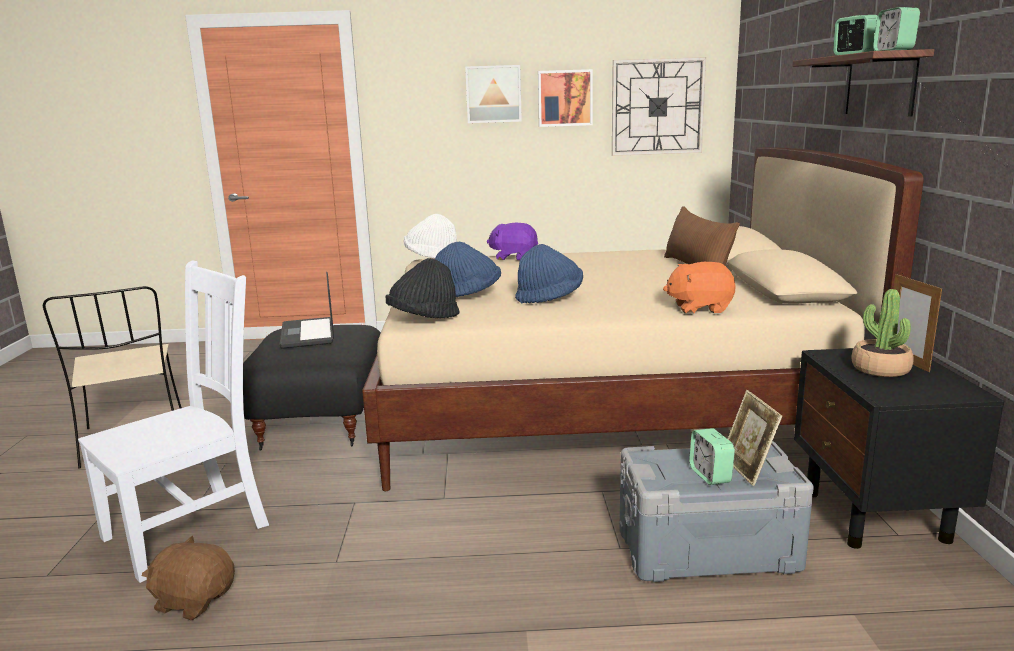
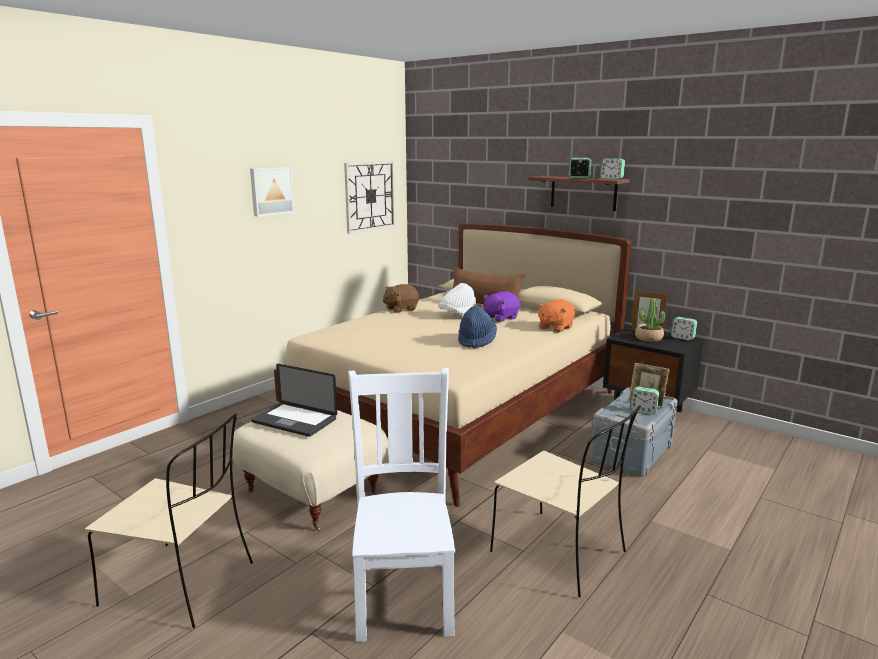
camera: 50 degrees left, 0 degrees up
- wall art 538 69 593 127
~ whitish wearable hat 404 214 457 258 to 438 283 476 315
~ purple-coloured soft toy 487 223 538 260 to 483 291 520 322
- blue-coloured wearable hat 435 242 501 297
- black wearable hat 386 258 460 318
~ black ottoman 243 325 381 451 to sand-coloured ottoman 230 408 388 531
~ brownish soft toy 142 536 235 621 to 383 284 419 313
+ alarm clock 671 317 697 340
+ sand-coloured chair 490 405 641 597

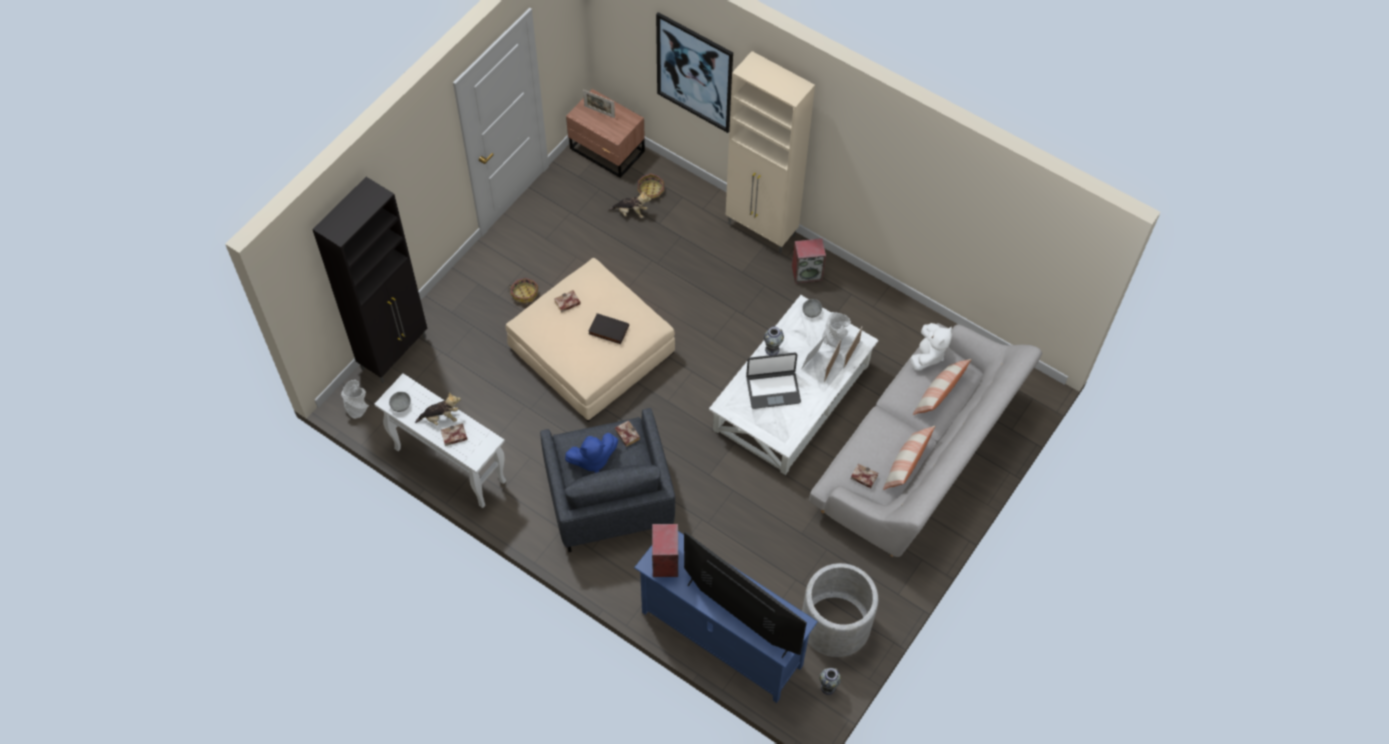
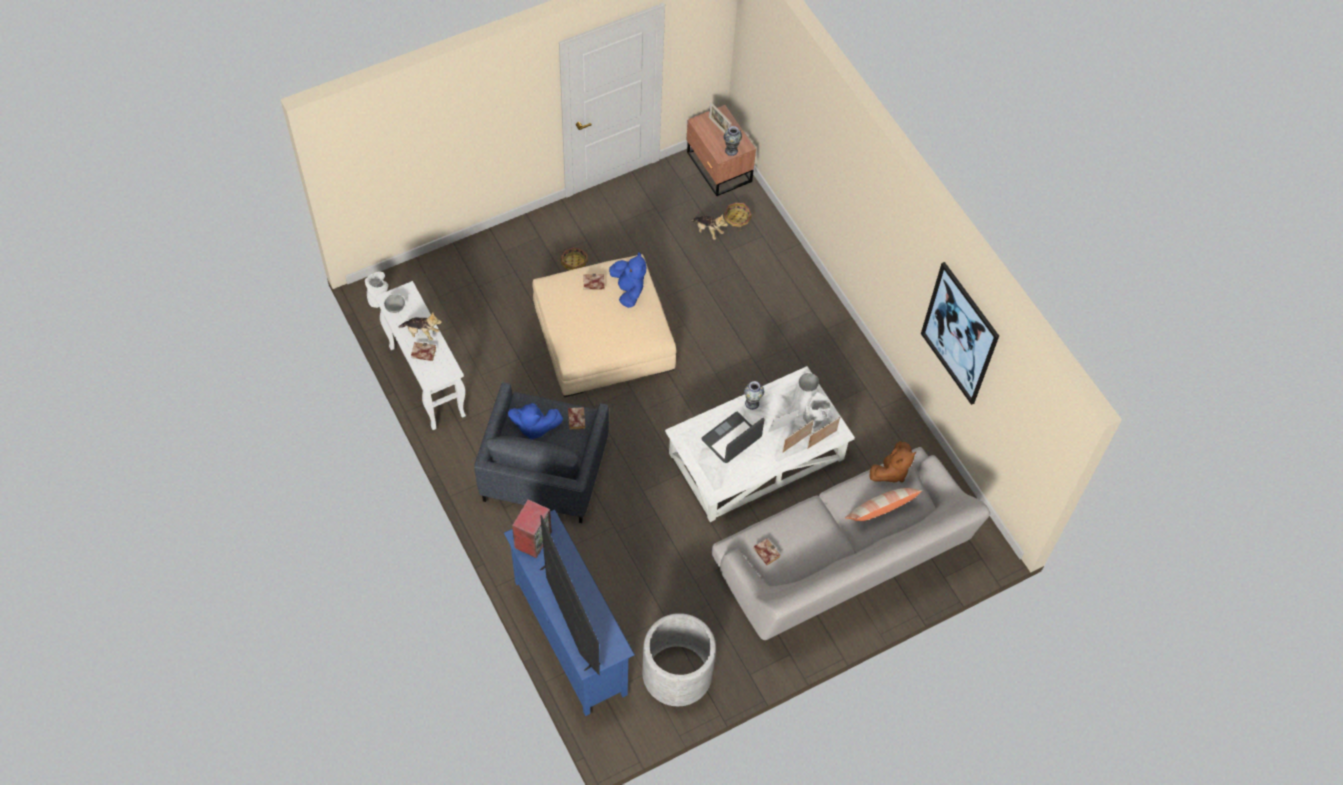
camera: 25 degrees right, 0 degrees up
~ wall art 656 12 733 133 to 921 262 999 405
- sand-coloured cupboard 726 51 815 254
- black cupboard 312 177 427 383
- loudspeaker 792 238 826 284
- black volume 589 313 629 344
~ whitish soft toy 910 323 952 371 to brownish soft toy 870 441 916 482
~ laptop 746 353 801 409 = 701 412 765 463 120 degrees clockwise
- pillow 883 426 935 490
~ decorative vase 819 668 841 695 to 723 126 742 156
+ blue-coloured soft toy 609 252 646 308

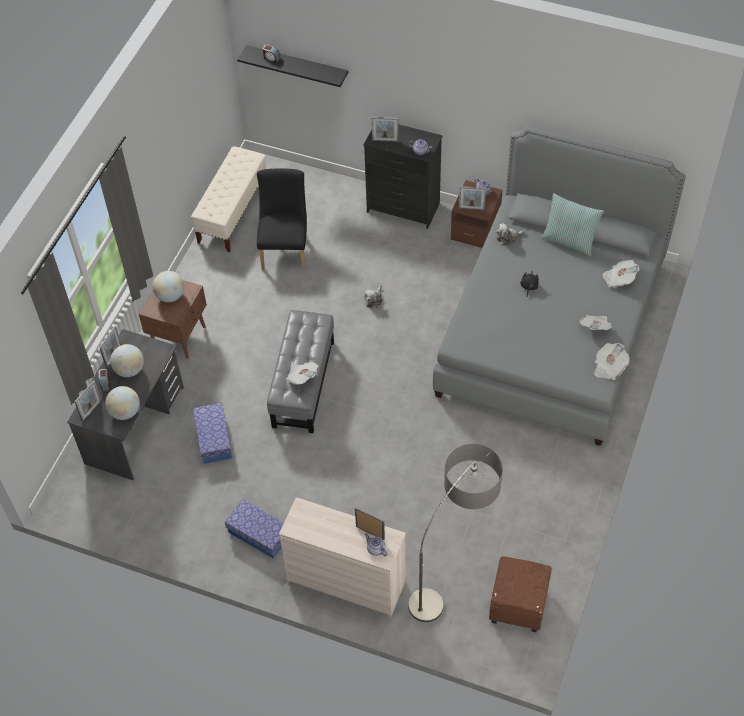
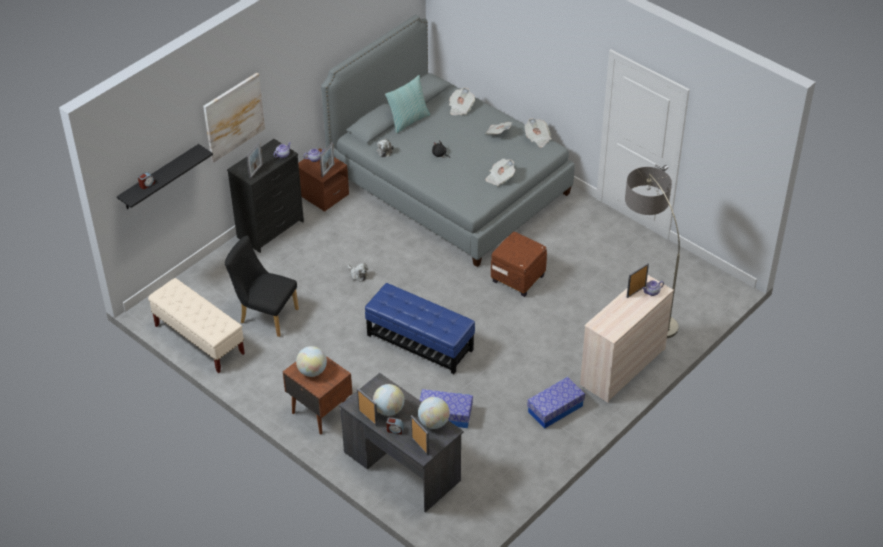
camera: 70 degrees left, 10 degrees down
~ grey ottoman 267 310 334 433 to blue-coloured ottoman 365 283 475 374
~ newspaper 286 362 319 385 to 486 159 515 186
~ brownish ottoman 489 556 552 632 to 491 232 547 297
+ wall art 203 73 265 163

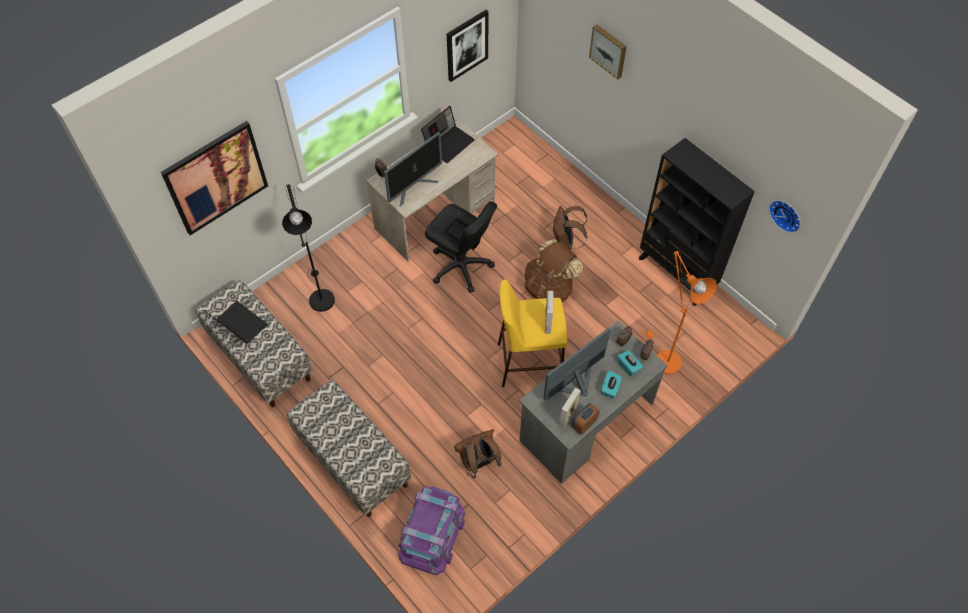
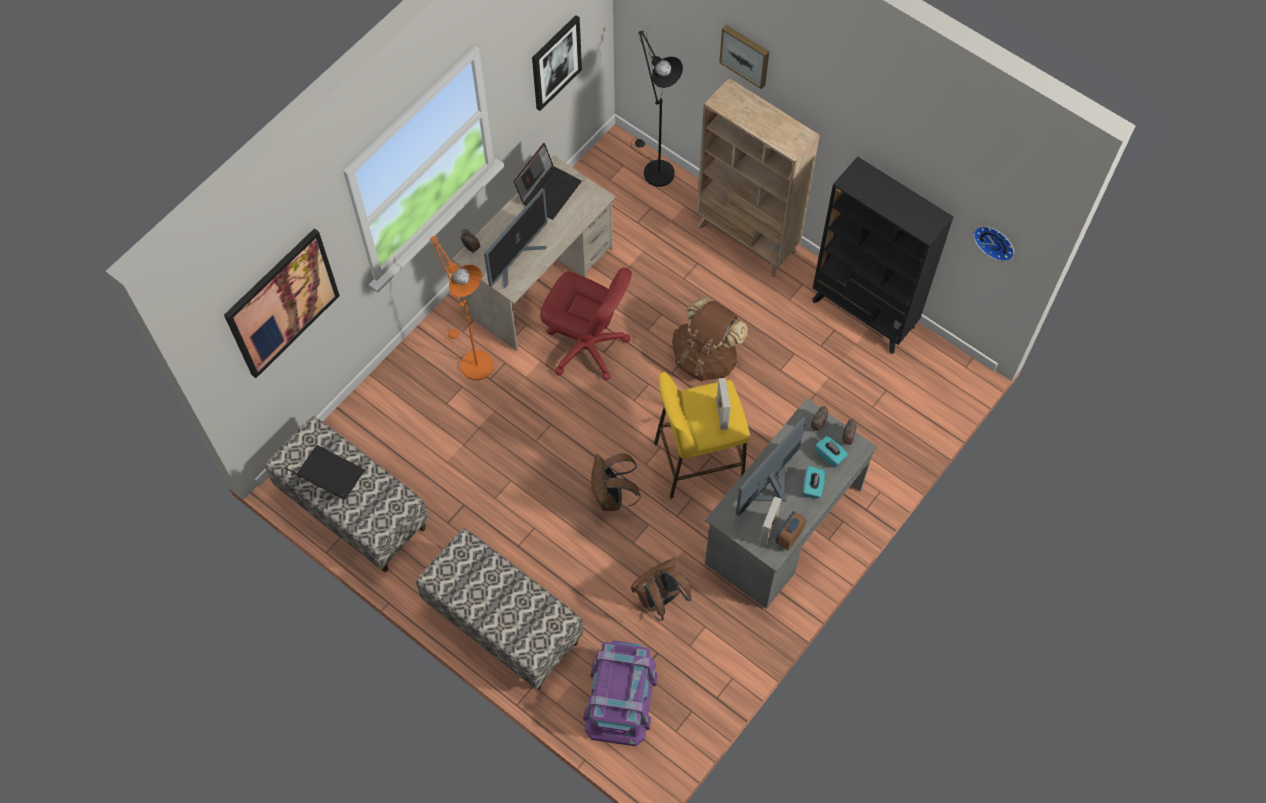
camera: 10 degrees left, 5 degrees up
~ black floor lamp 282 184 335 312 to 631 30 683 187
~ black office chair 425 201 497 293 to red-coloured office chair 540 267 632 380
~ brownish backpack 552 206 587 250 to 591 453 641 511
~ orangey floor lamp 642 251 717 374 to 430 236 493 380
+ sand-coloured bookshelf 697 78 820 277

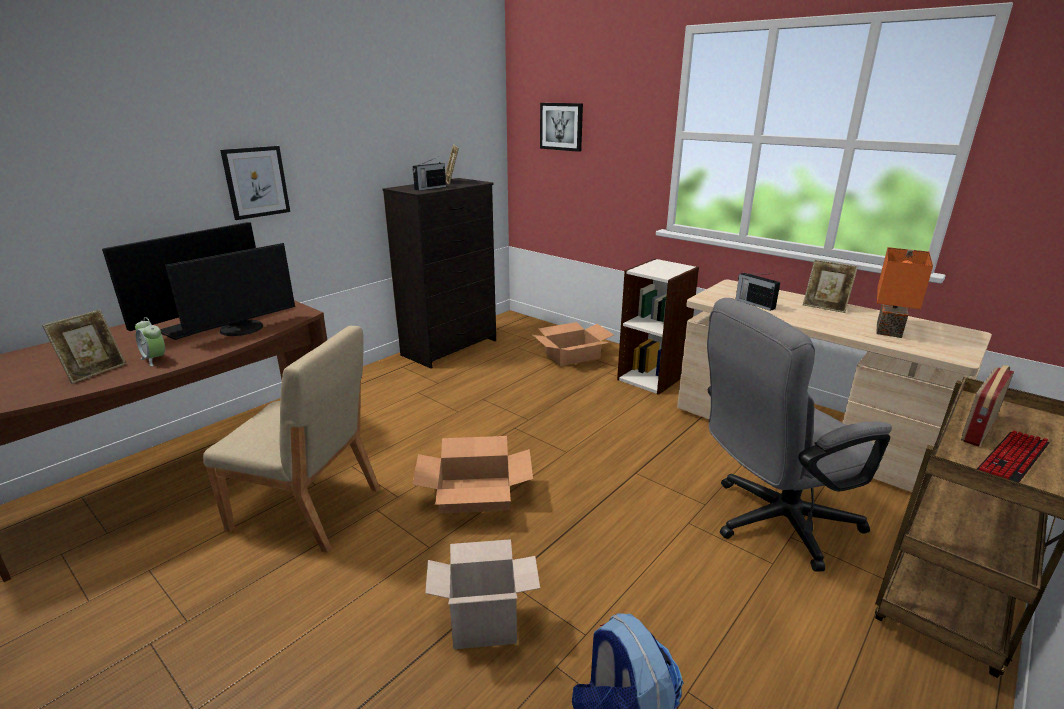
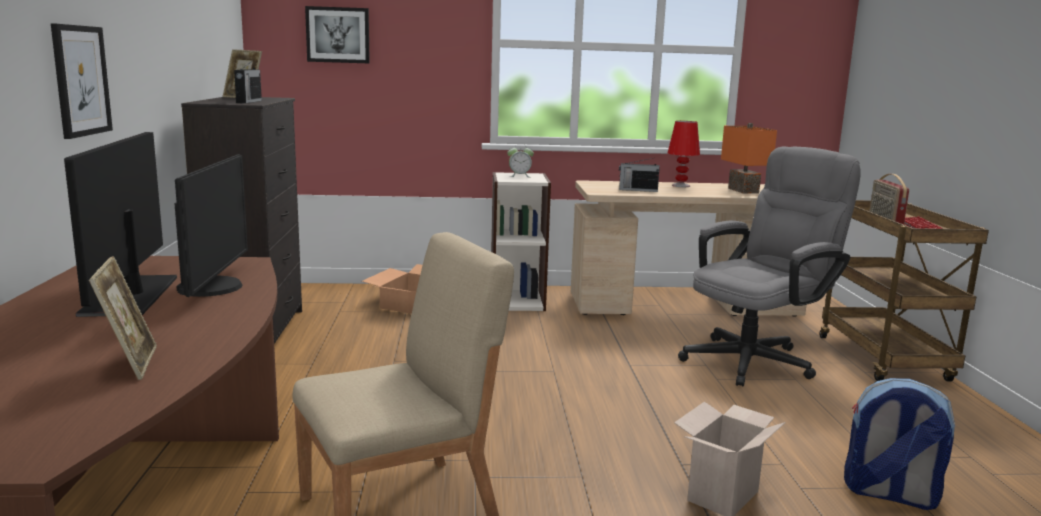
camera: 45 degrees left, 10 degrees down
~ picture frame 803 260 858 313 to red-coloured table lamp 668 121 700 187
~ grey office chair 707 298 892 572 = 678 147 861 386 150 degrees counterclockwise
~ alarm clock 135 317 165 366 to 507 148 534 177
- packing box 412 436 533 514

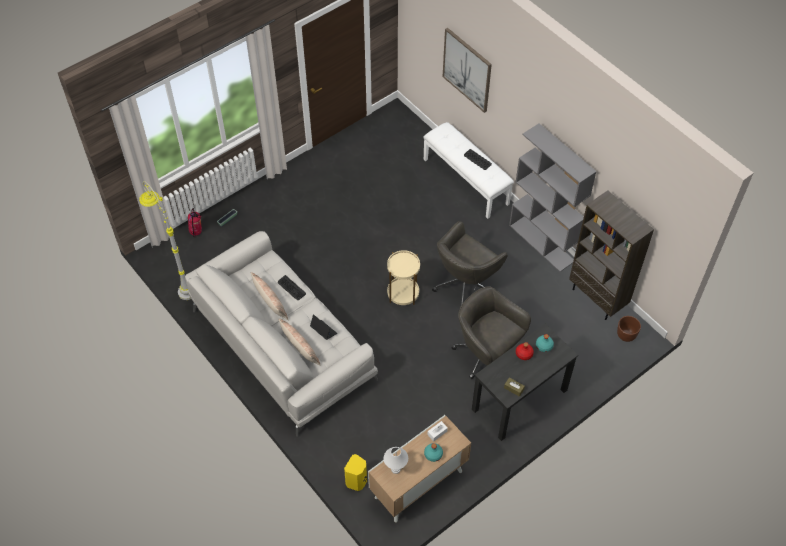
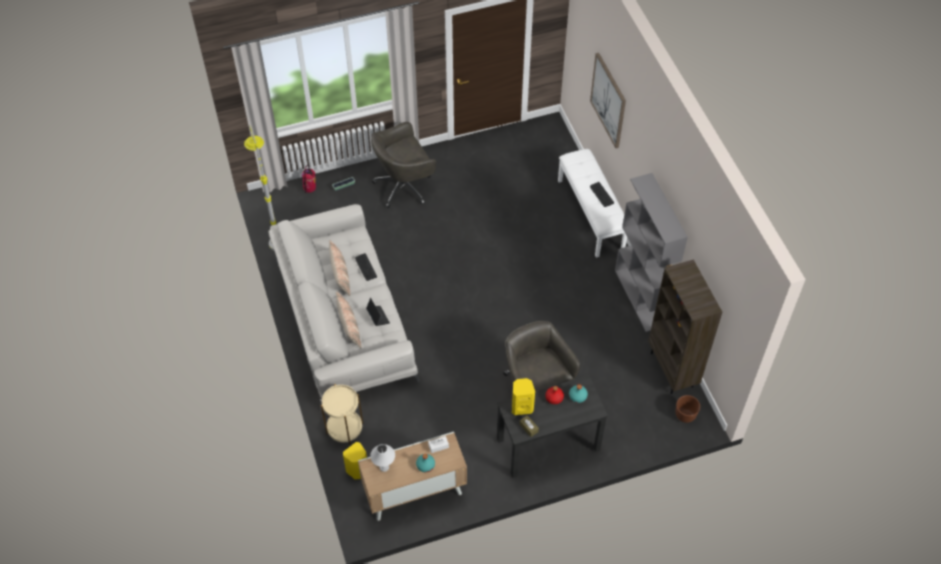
camera: 20 degrees right, 0 degrees up
~ grey office chair 432 221 508 309 to 371 122 436 208
~ sand-coloured accent table 387 250 420 305 to 321 384 363 445
+ yellow-coloured loudspeaker 512 378 535 415

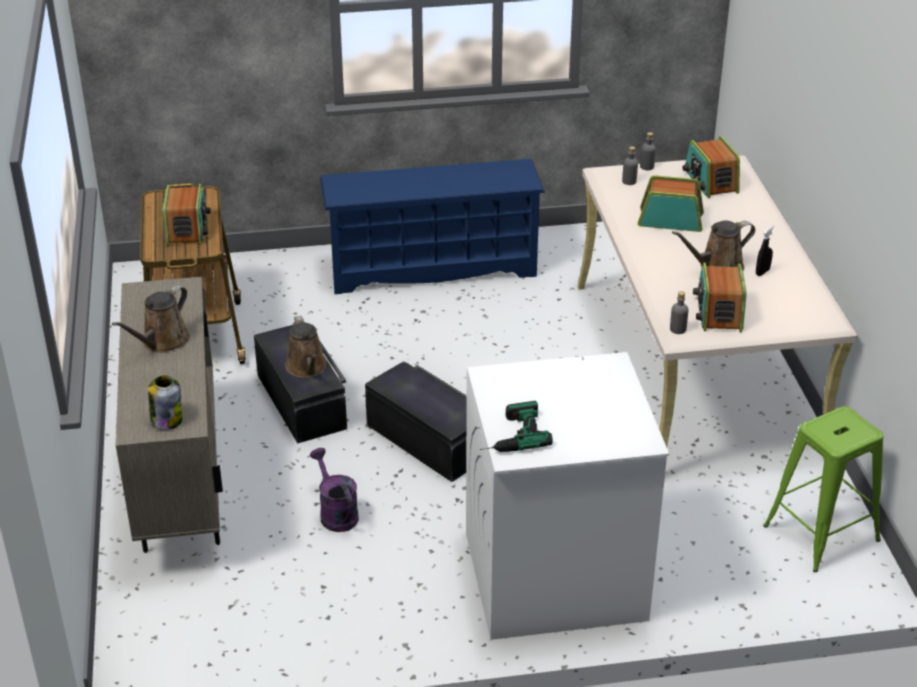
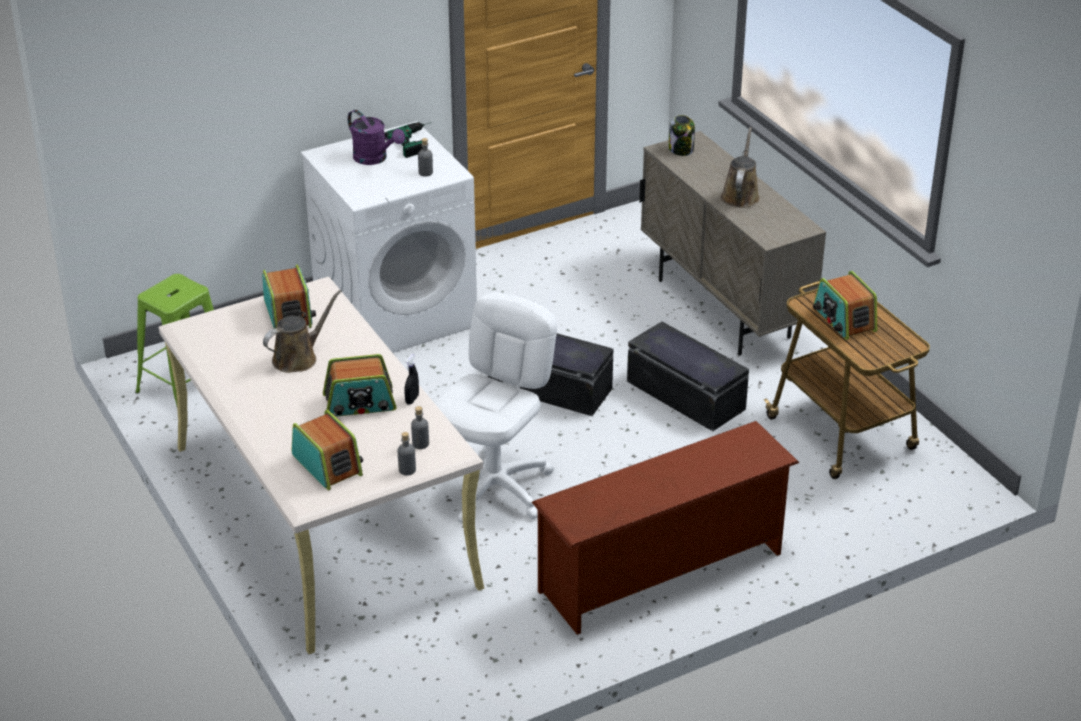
camera: 160 degrees right, 0 degrees up
~ blue-coloured shoe stand 320 159 545 294 to brownish shoe stand 532 421 799 635
~ black sprayer 756 225 774 276 to 404 354 419 405
~ grey drink bottle 670 291 688 334 to 418 138 433 177
- brownish watering can 285 315 327 378
~ purple-coloured watering can 310 448 359 532 to 348 110 405 165
+ whitish office chair 434 292 557 523

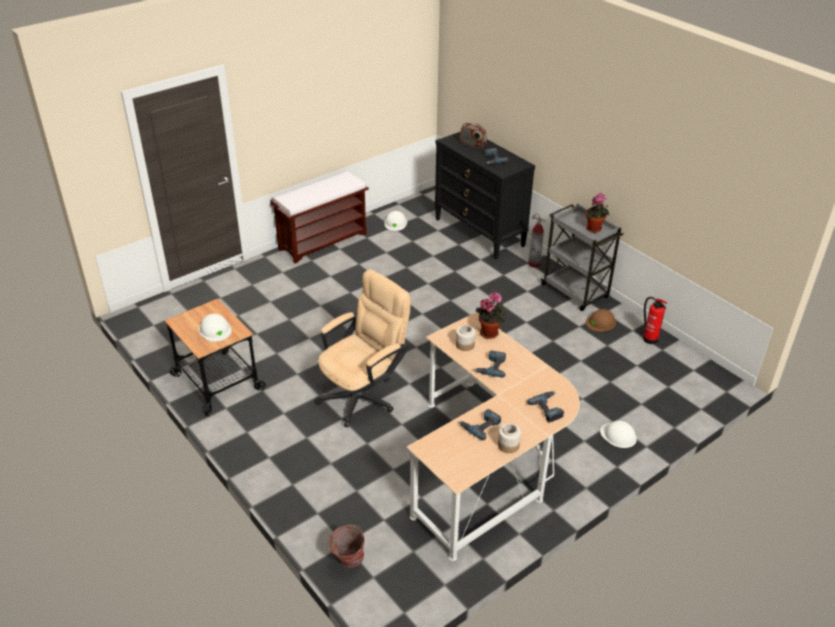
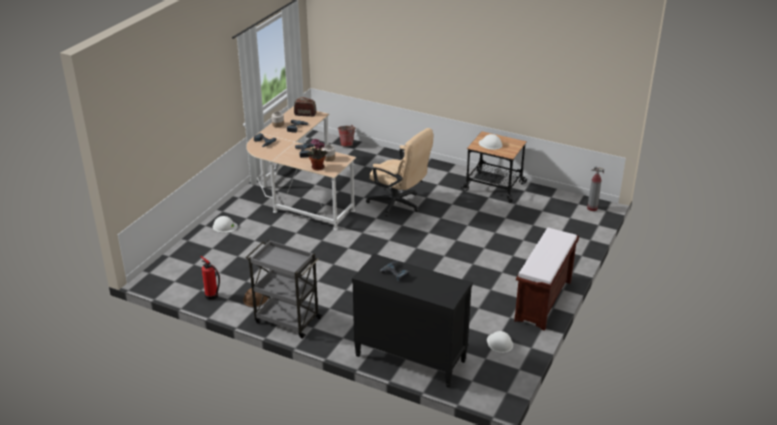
camera: 155 degrees right, 5 degrees down
~ radio 459 123 487 149 to 294 97 317 117
- potted plant 586 193 609 233
~ fire extinguisher 528 212 546 268 to 587 167 604 211
~ sand-coloured office chair 316 269 411 427 = 366 128 434 217 75 degrees counterclockwise

